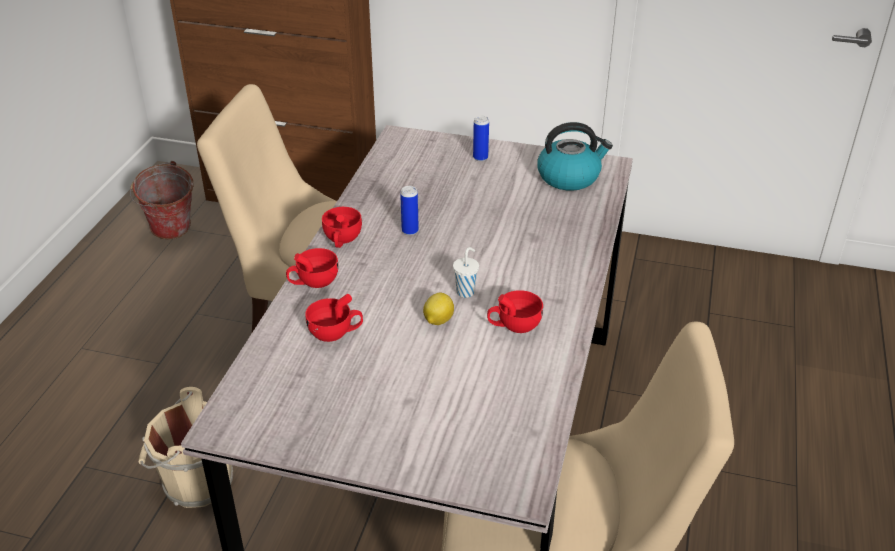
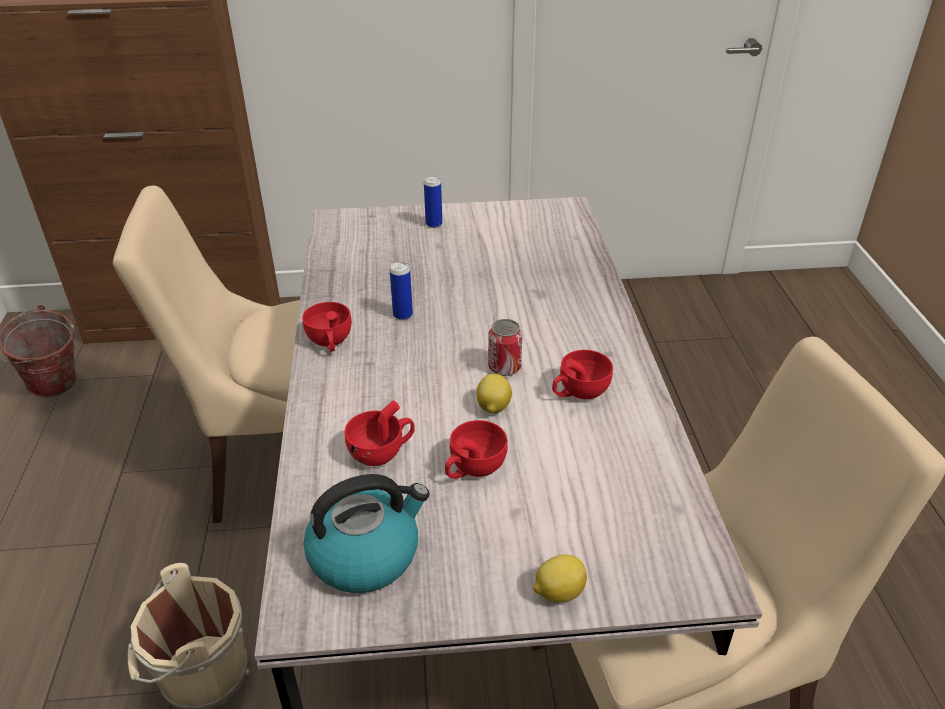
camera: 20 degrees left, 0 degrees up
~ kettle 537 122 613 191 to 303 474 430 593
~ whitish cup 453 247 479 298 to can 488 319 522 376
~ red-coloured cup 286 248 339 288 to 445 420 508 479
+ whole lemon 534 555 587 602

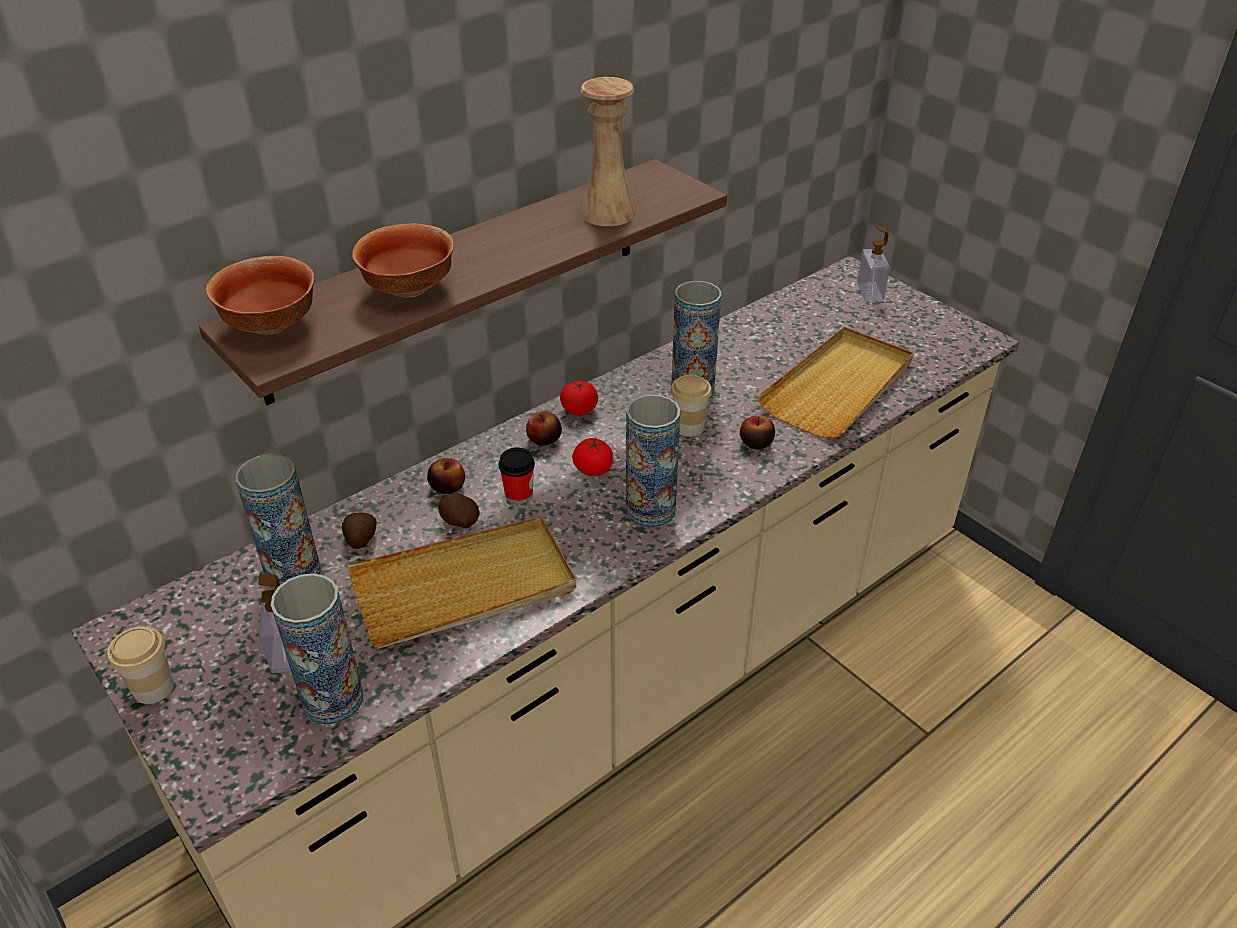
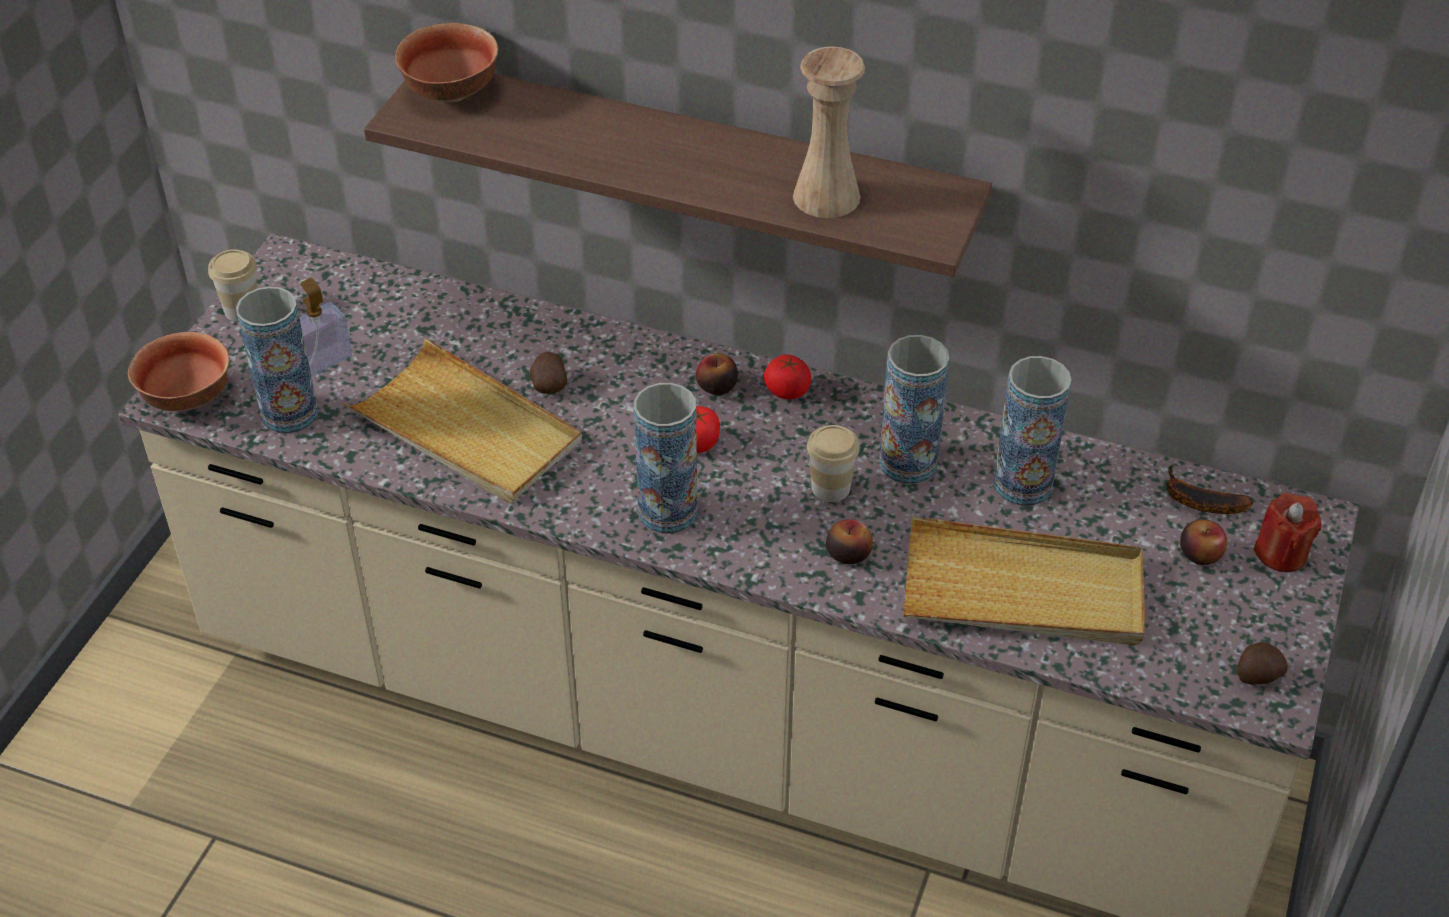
camera: 60 degrees right, 5 degrees up
~ bowl 352 223 454 298 to 128 332 230 411
~ liquid soap bottle 857 226 890 301 to red-coloured wax light 1254 493 1322 572
- cup 499 447 535 505
~ decorative vase 235 454 321 590 to 993 356 1071 506
~ whole apple 427 458 465 494 to 1180 519 1227 565
~ whole potato 342 513 377 549 to 1237 642 1288 685
+ whole banana 1167 465 1253 514

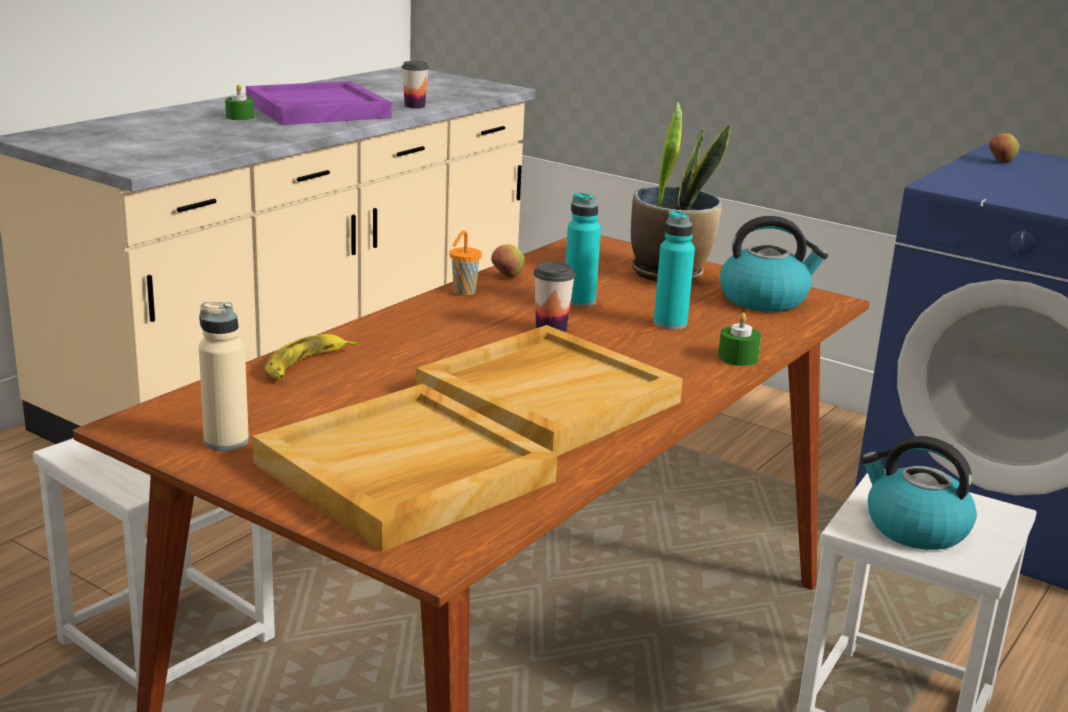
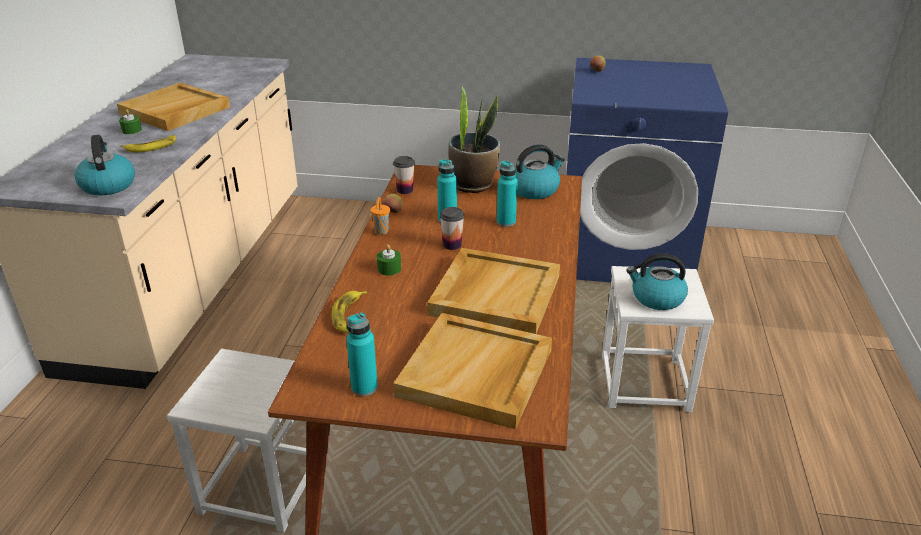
camera: 25 degrees left, 10 degrees up
~ cup 402 61 429 109 to 393 156 415 194
~ purple-coloured serving tray 246 81 392 125 to sand-coloured serving tray 117 83 230 131
~ sand-coloured drink bottle 199 302 249 451 to turquoise-coloured drink bottle 346 313 378 396
~ greenish wax light 718 312 762 366 to 377 244 401 276
+ kettle 75 135 135 195
+ whole banana 120 135 176 152

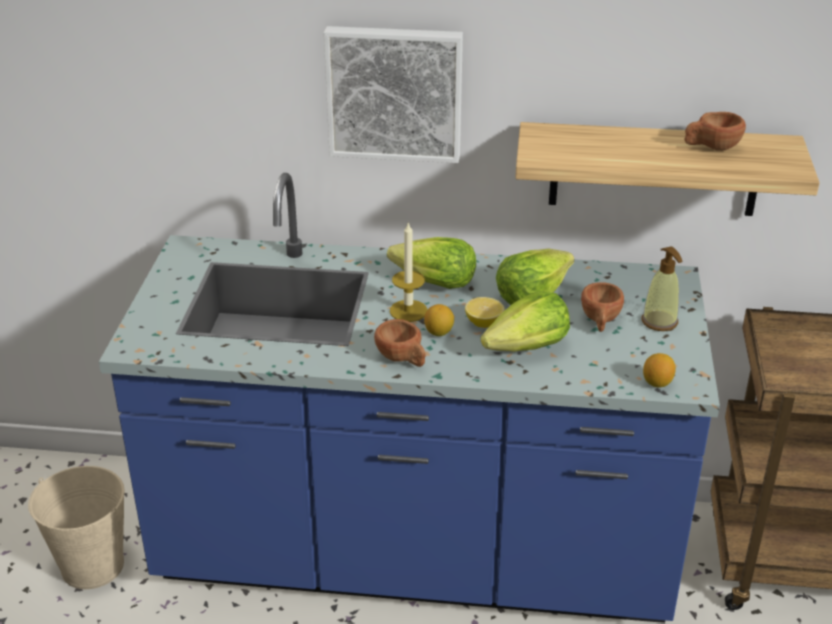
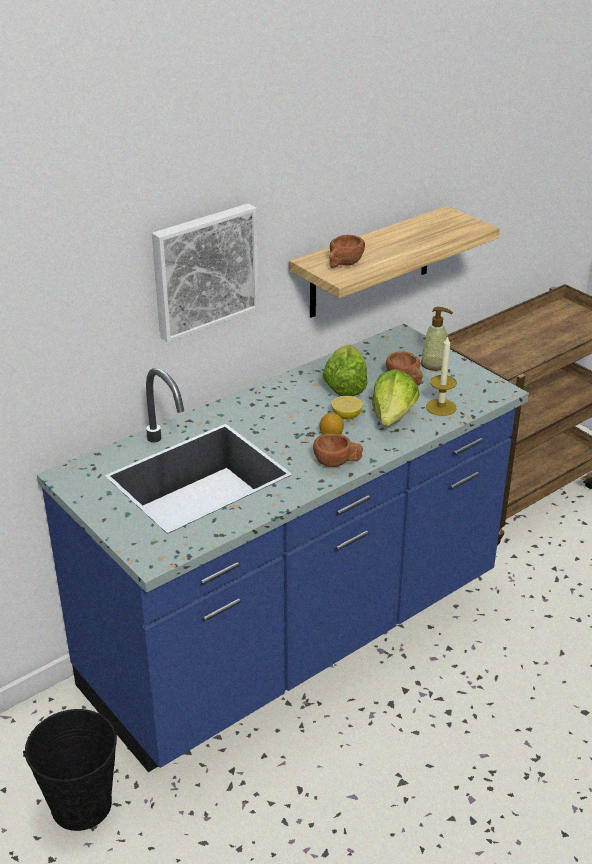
camera: 45 degrees left, 0 degrees up
~ brownish cup 684 112 746 151 to 329 235 365 268
~ wax light 390 222 428 322 to 426 336 457 416
- head of lettuce 387 237 476 289
- whole lemon 643 353 676 388
~ sand-coloured pail 28 466 125 589 to black pail 23 709 118 831

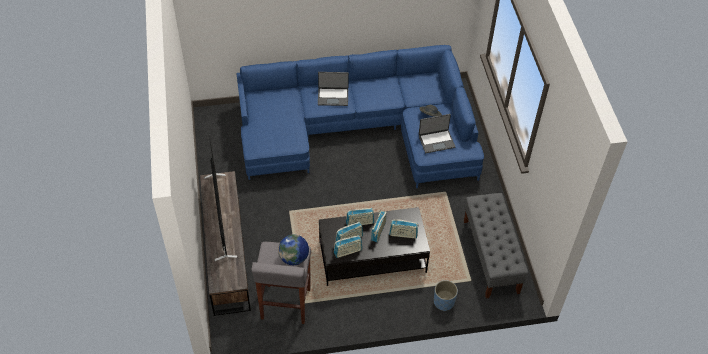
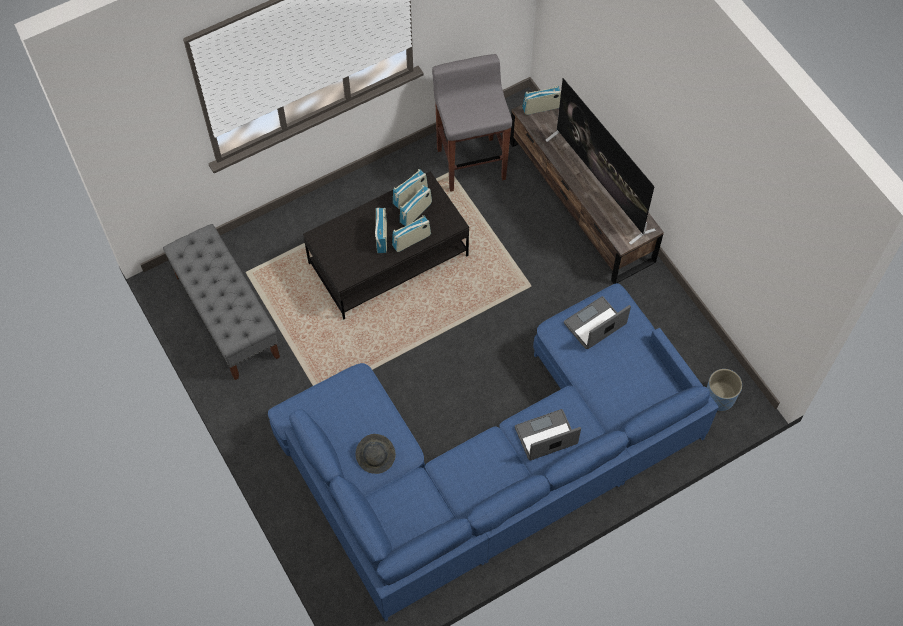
camera: 160 degrees right, 10 degrees up
~ laptop 419 114 455 153 to 564 296 631 349
~ radio 389 219 418 238 to 522 85 561 115
- globe 278 234 309 265
~ blue-coloured plant pot 434 280 458 311 to 707 369 742 411

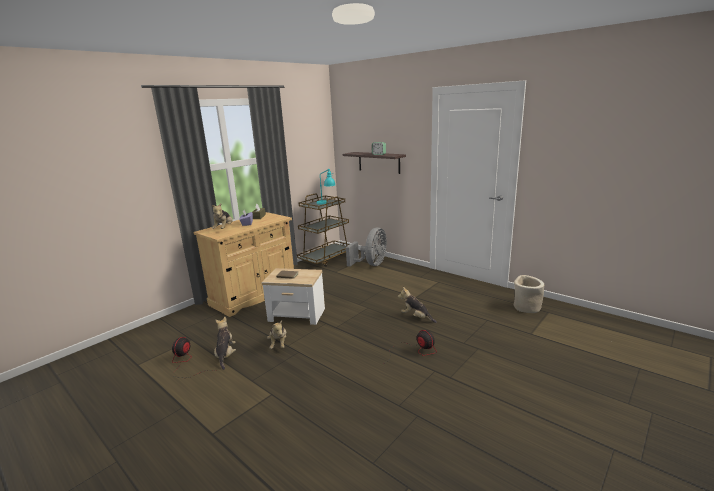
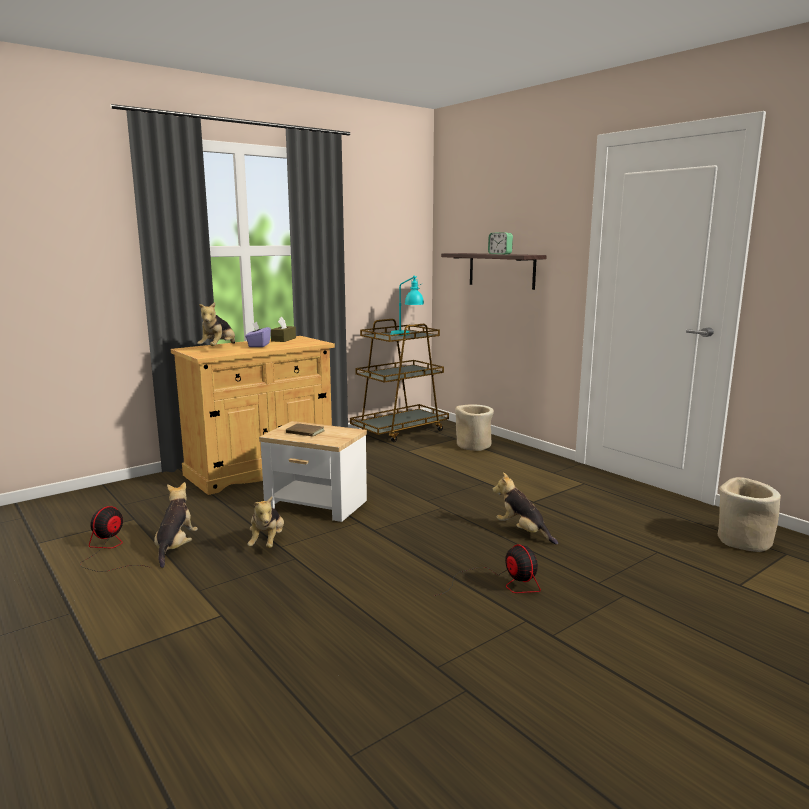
camera: 10 degrees right, 5 degrees down
~ grey cooling fan 346 228 387 267 to sand-coloured plant pot 455 404 494 451

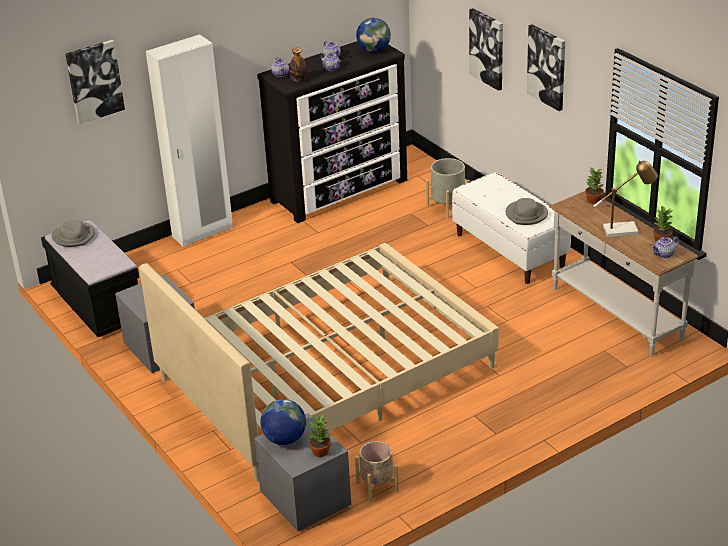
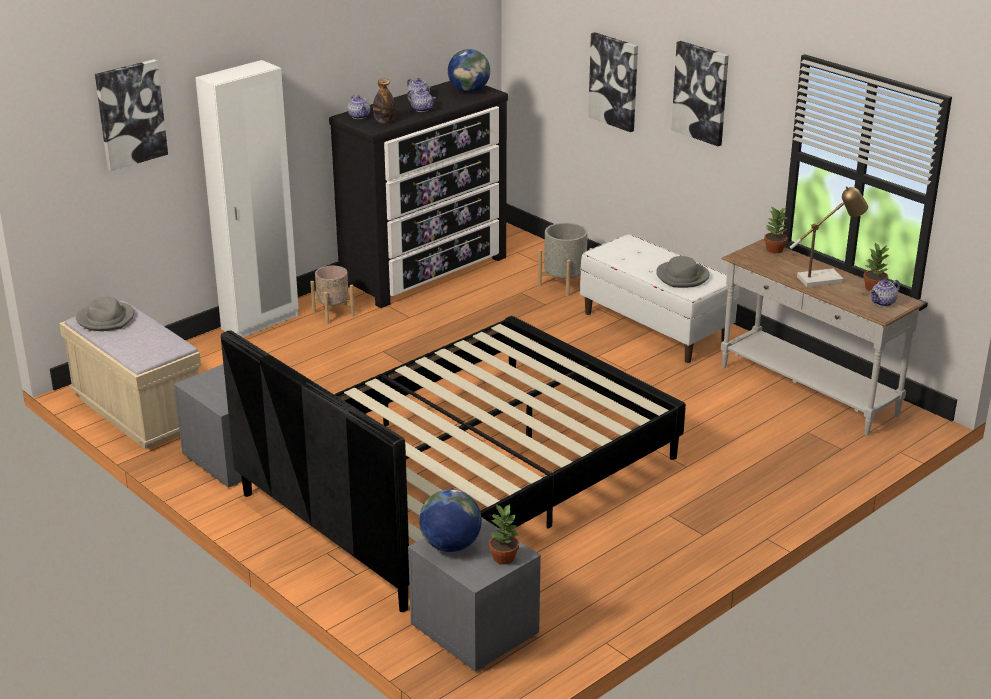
camera: 10 degrees left, 5 degrees down
~ black bench 41 220 139 337 to sand-coloured bench 59 301 201 449
~ sand-coloured sleeping bed 139 243 499 481 to black sleeping bed 221 316 686 612
~ sand-coloured plant pot 355 441 399 502 to 310 266 355 324

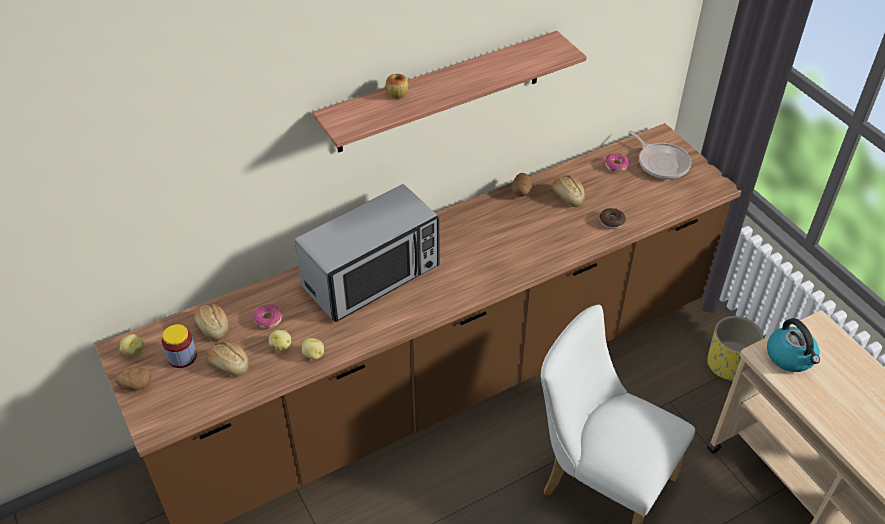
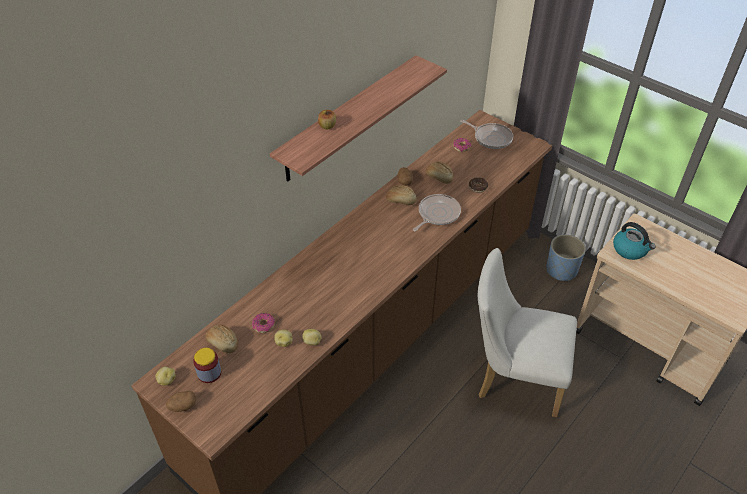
camera: 20 degrees left, 0 degrees up
- microwave 295 184 439 322
~ yellow-coloured plant pot 707 316 764 381 to blue-coloured plant pot 546 234 586 281
~ bread 207 341 249 376 to 386 185 417 205
+ pan 413 194 461 231

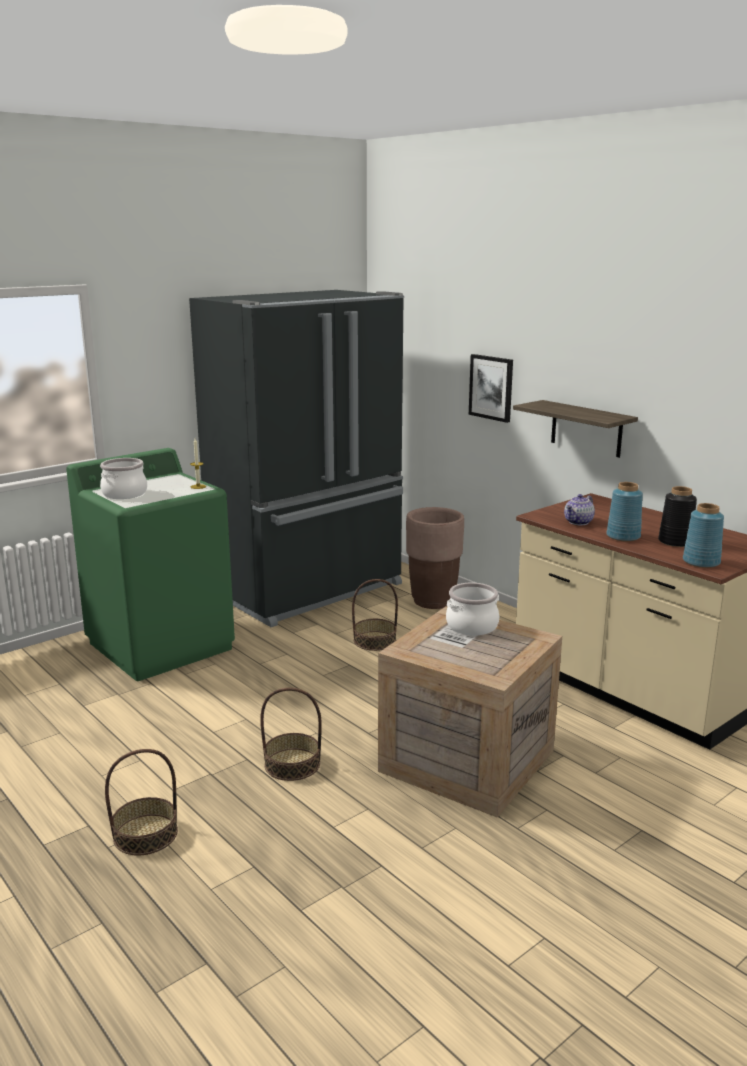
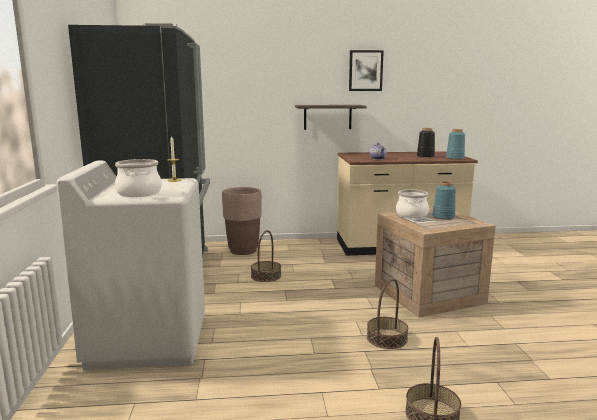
camera: 55 degrees left, 5 degrees down
~ wall art 469 354 513 423 to 349 50 384 91
~ greenish laundry appliance 66 448 235 681 to whitish laundry appliance 57 161 205 370
~ blue-coloured decorative vase 606 482 643 542 to 433 181 456 220

